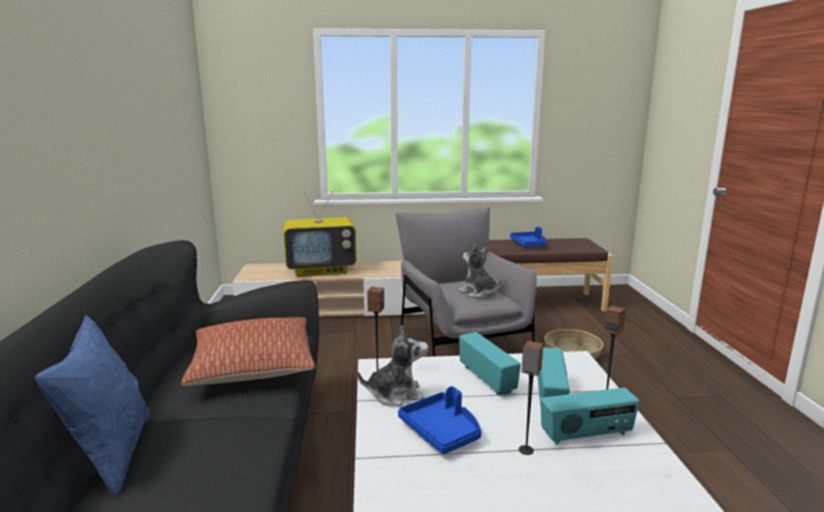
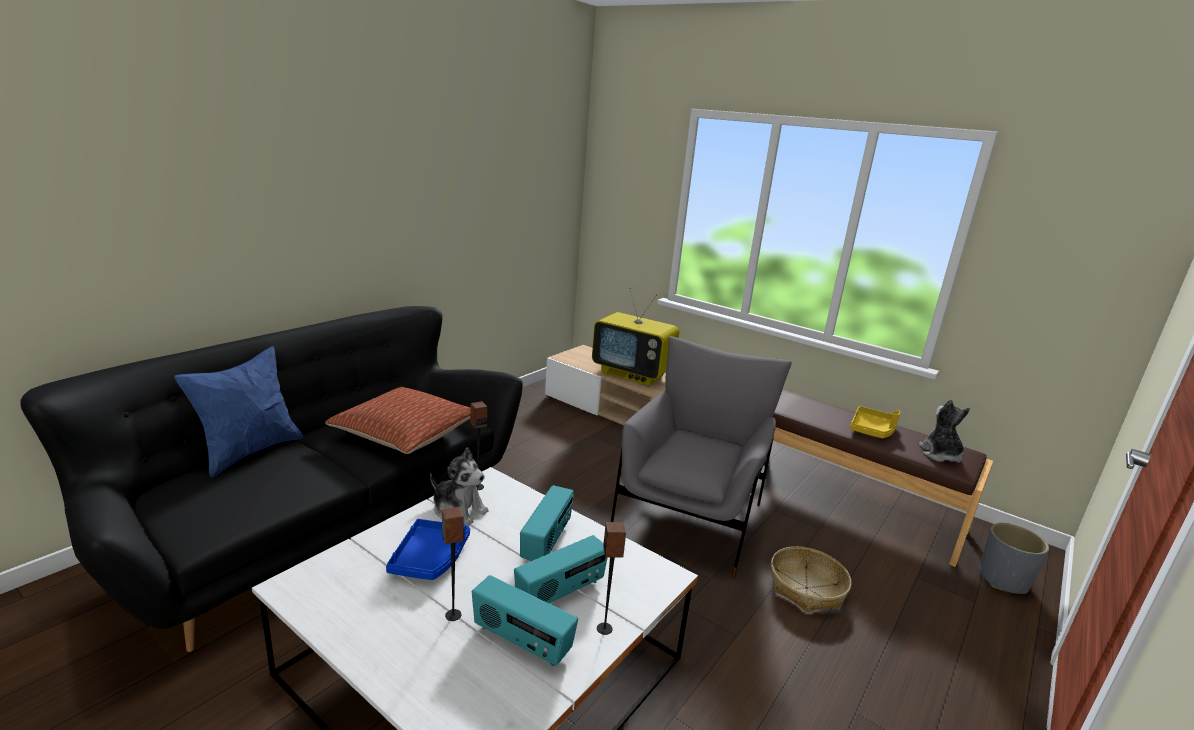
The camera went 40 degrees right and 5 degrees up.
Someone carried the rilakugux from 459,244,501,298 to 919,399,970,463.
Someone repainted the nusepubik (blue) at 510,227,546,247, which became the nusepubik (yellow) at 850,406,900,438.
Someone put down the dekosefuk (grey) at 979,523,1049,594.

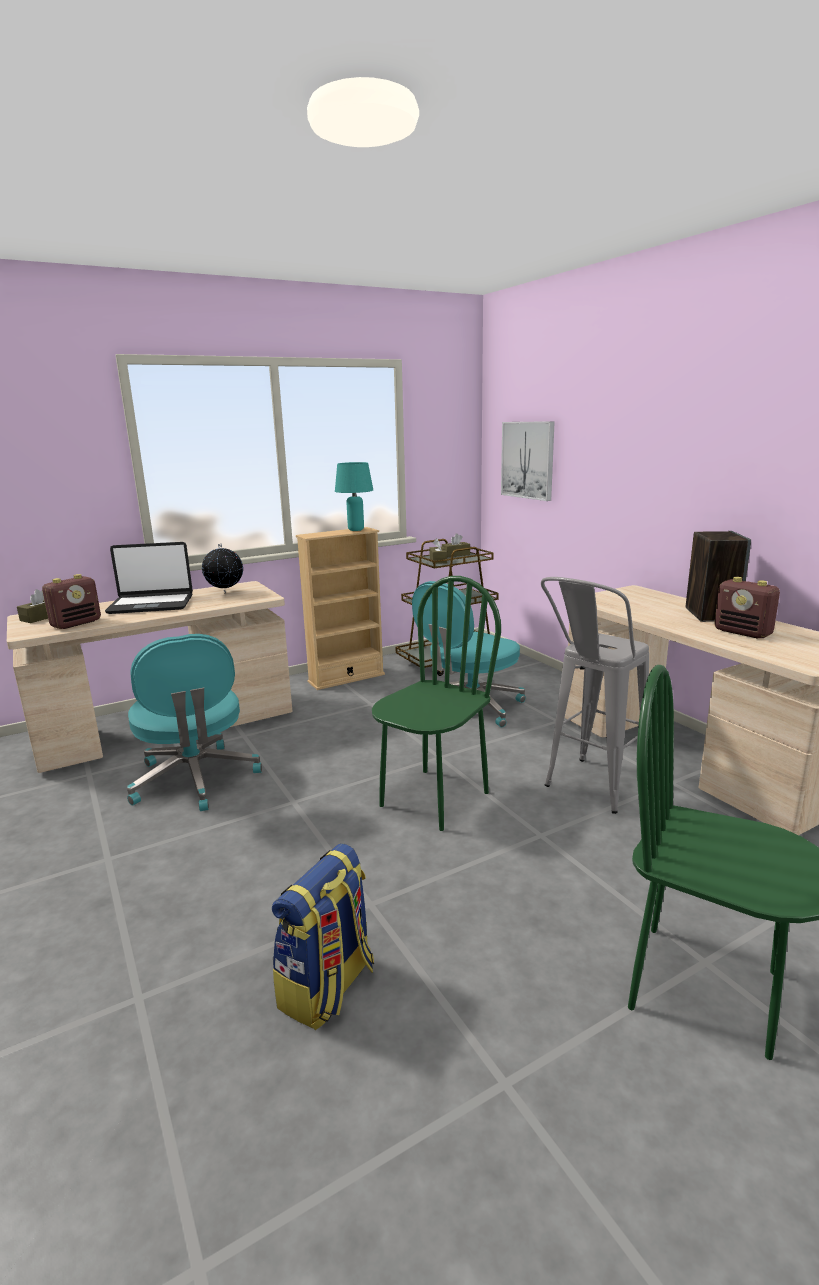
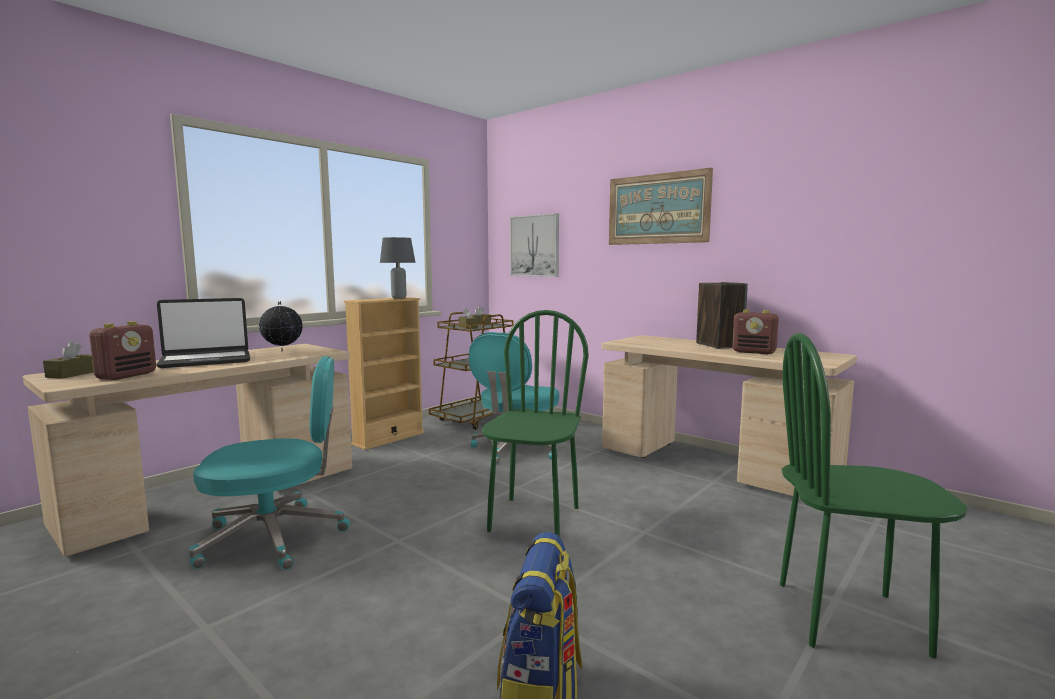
The camera went 20 degrees left and 10 degrees down.
Someone rotated the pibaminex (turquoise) at 127,634,262,811 by 60 degrees counterclockwise.
Someone repainted the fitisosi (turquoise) at 335,462,373,531, which became the fitisosi (grey) at 380,237,416,298.
Someone took away the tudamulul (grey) at 541,577,649,814.
Someone put up the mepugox at 609,168,713,245.

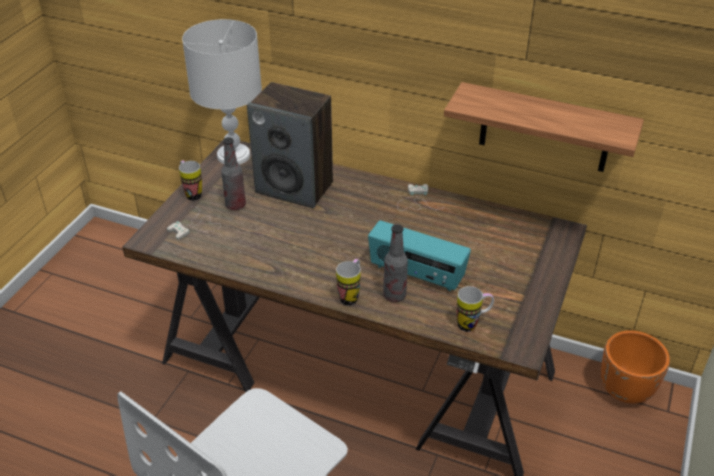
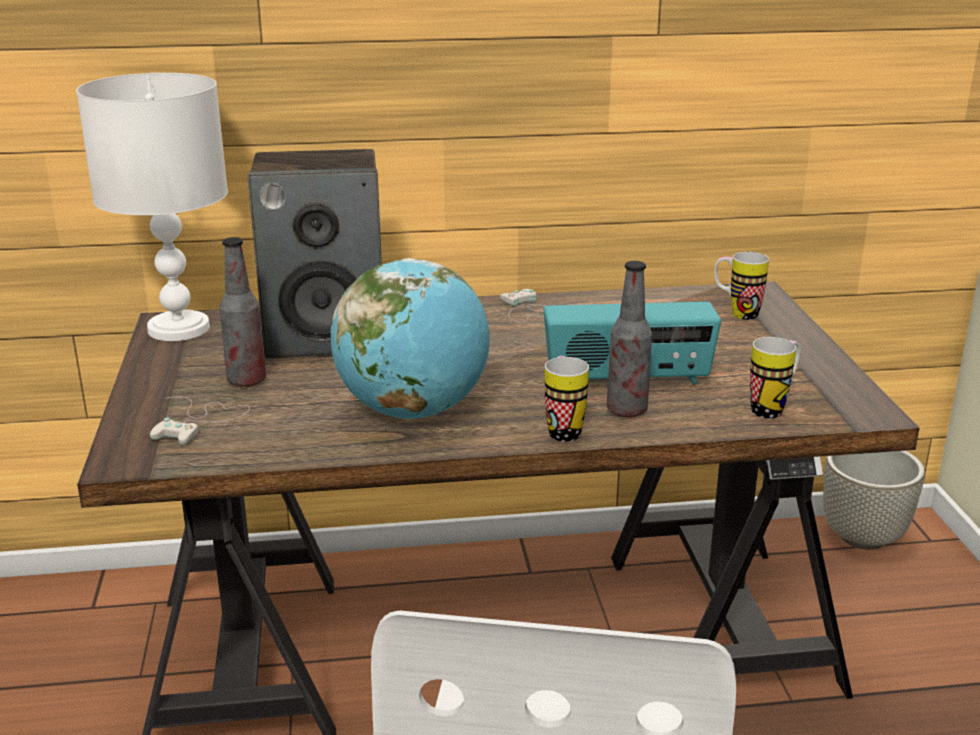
The camera went 30 degrees left and 15 degrees down.
Someone carried the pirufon from 179,160,202,201 to 714,252,769,320.
Someone took away the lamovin at 444,82,644,172.
Someone repainted the dekosefuk (orange) at 601,330,670,404, which became the dekosefuk (grey) at 823,451,925,550.
Someone put down the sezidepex at 330,258,490,419.

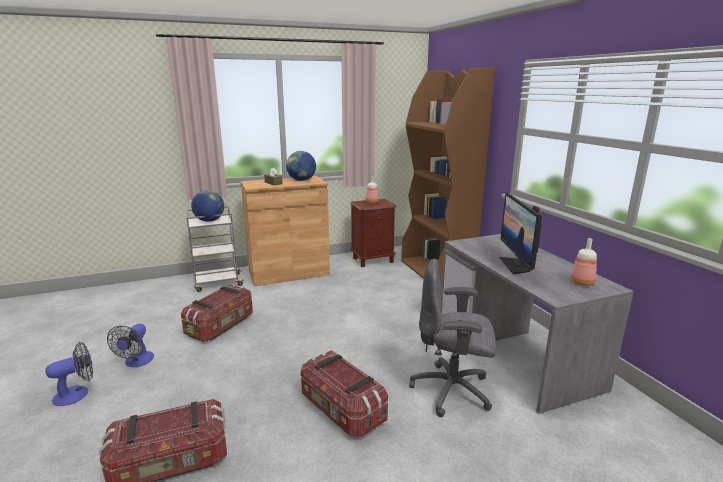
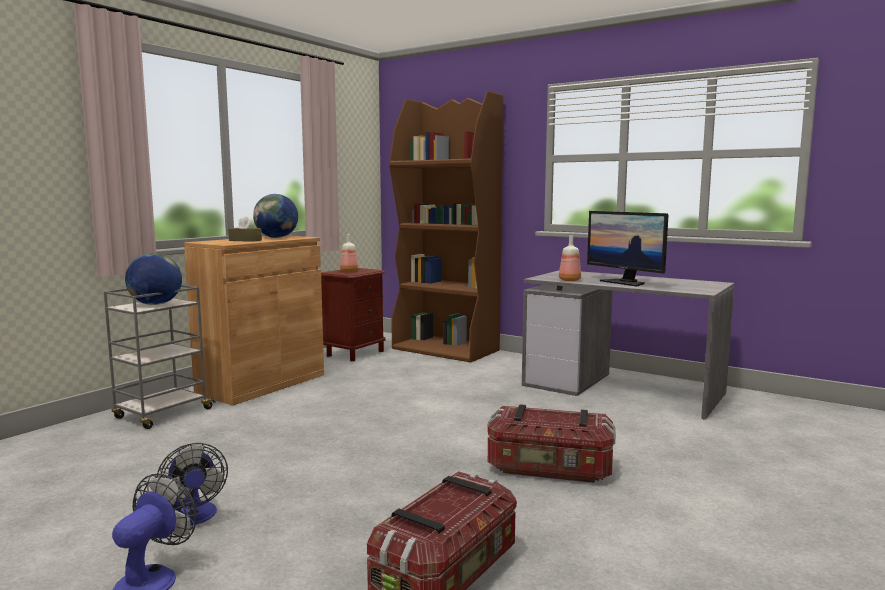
The camera went 35 degrees left and 10 degrees down.
Someone took away the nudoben at 181,284,253,342.
Someone took away the pibaminex (grey) at 409,259,496,417.
Someone carried the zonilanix from 570,238,597,286 to 559,235,581,281.

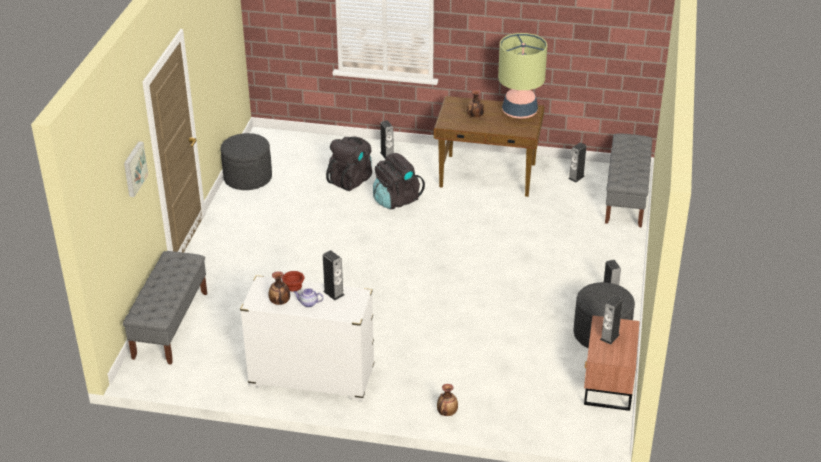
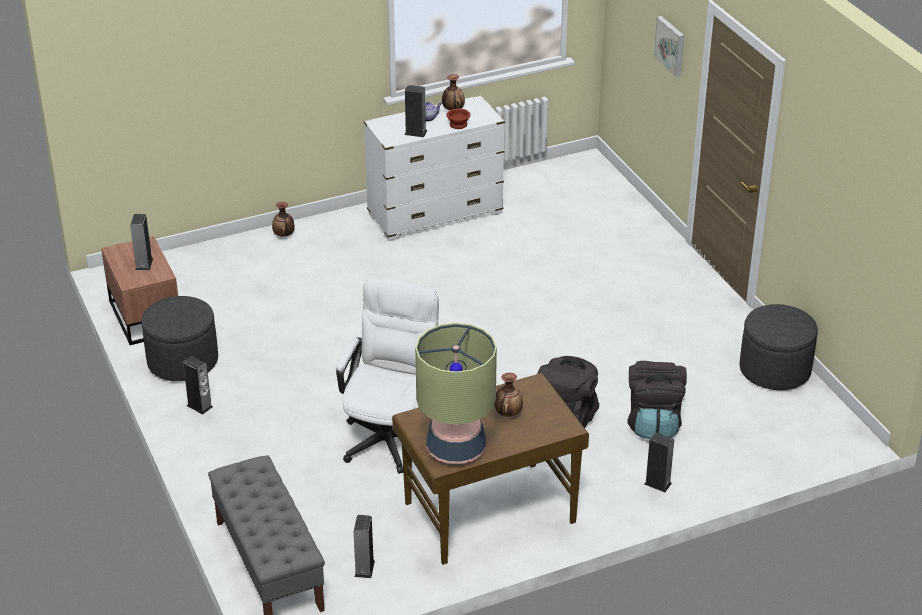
The camera went 145 degrees right and 0 degrees up.
Someone took away the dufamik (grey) at 123,251,207,365.
Someone put down the pibaminex (white) at 336,277,439,474.

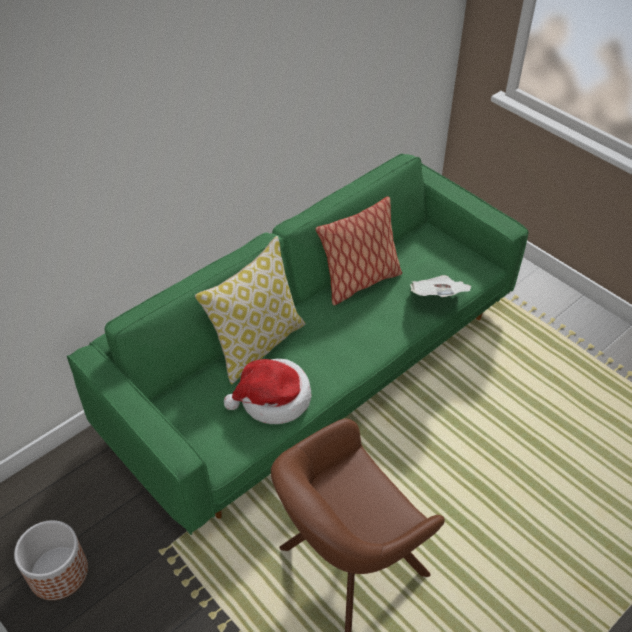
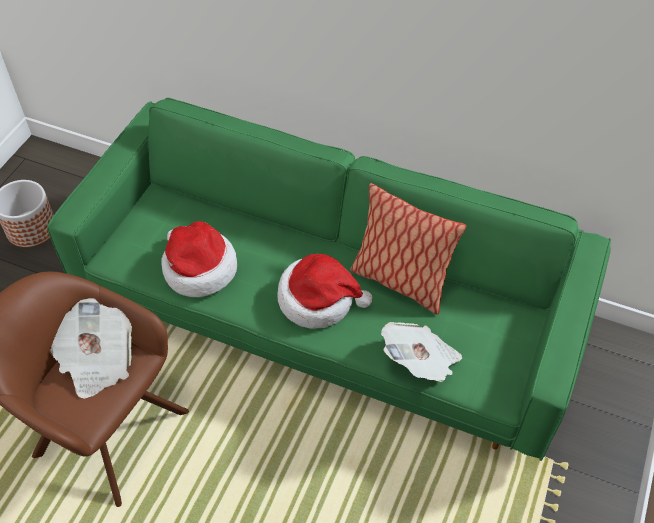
The camera went 65 degrees right and 5 degrees up.
Someone took away the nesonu at 195,236,306,384.
Someone put down the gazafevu at 51,298,132,399.
Someone put down the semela at 277,254,372,329.

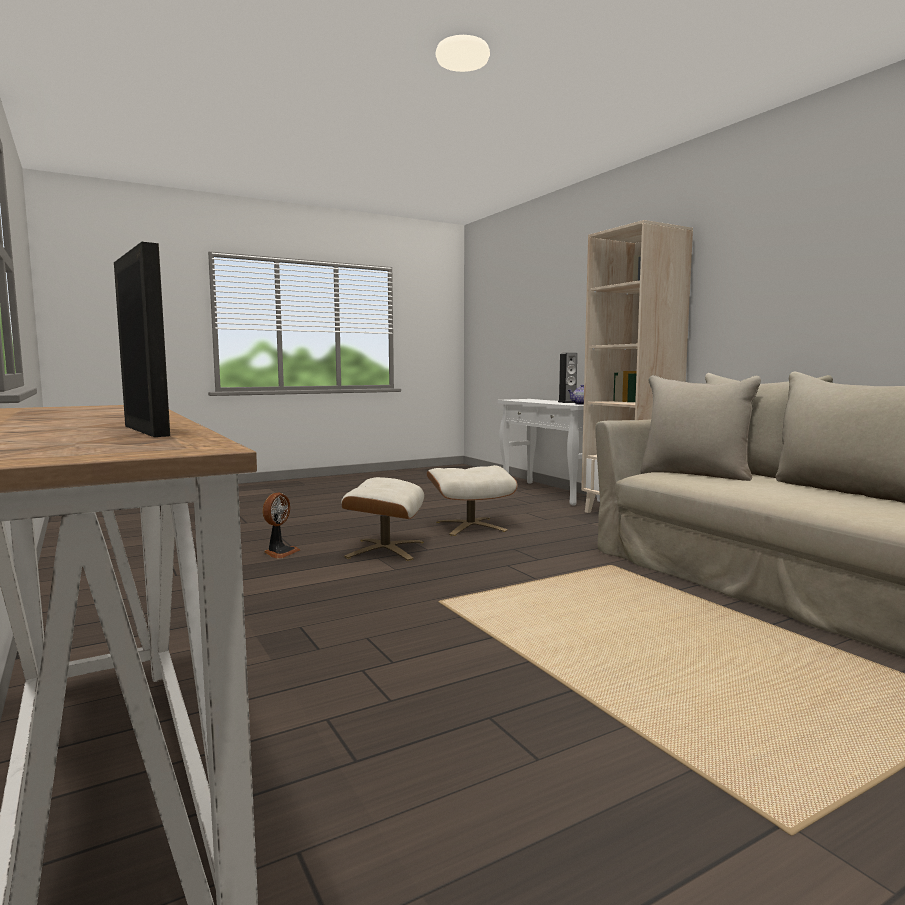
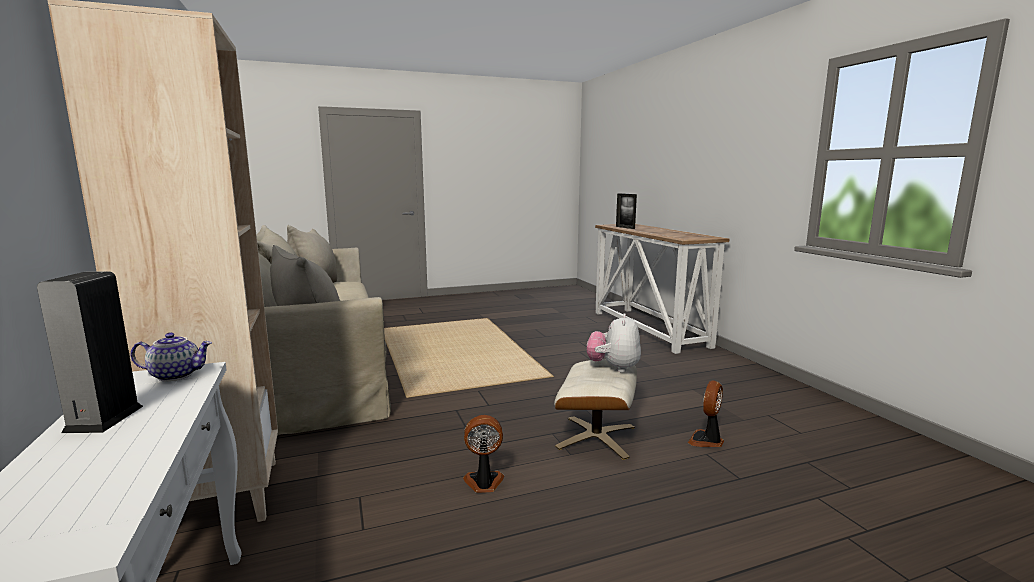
The camera went 170 degrees left and 5 degrees up.
Someone swapped the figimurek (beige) at 427,465,518,536 for the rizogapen at 463,415,504,493.
Someone put down the rilakugux at 587,314,641,373.

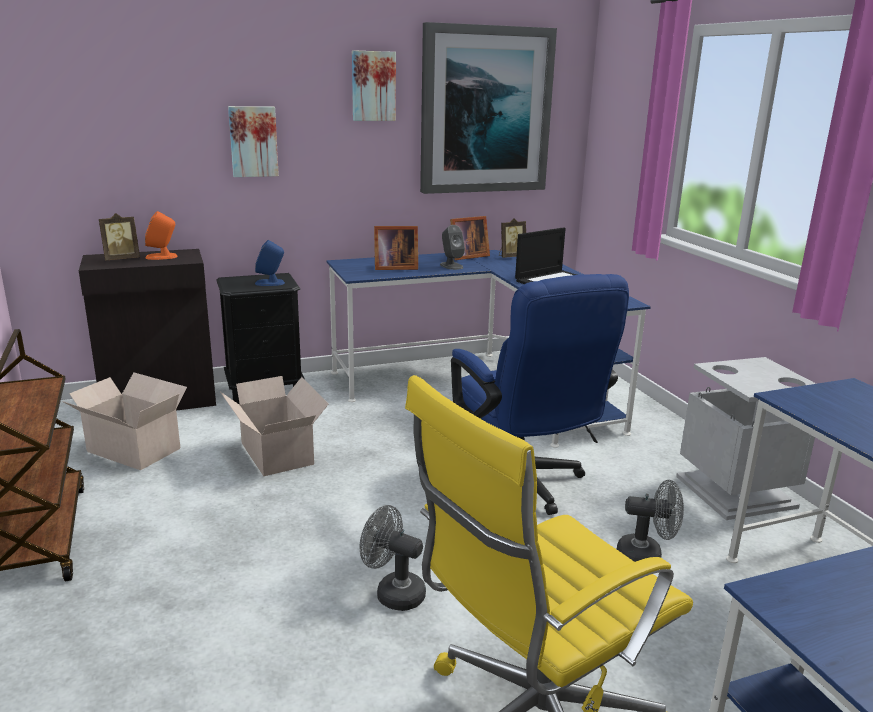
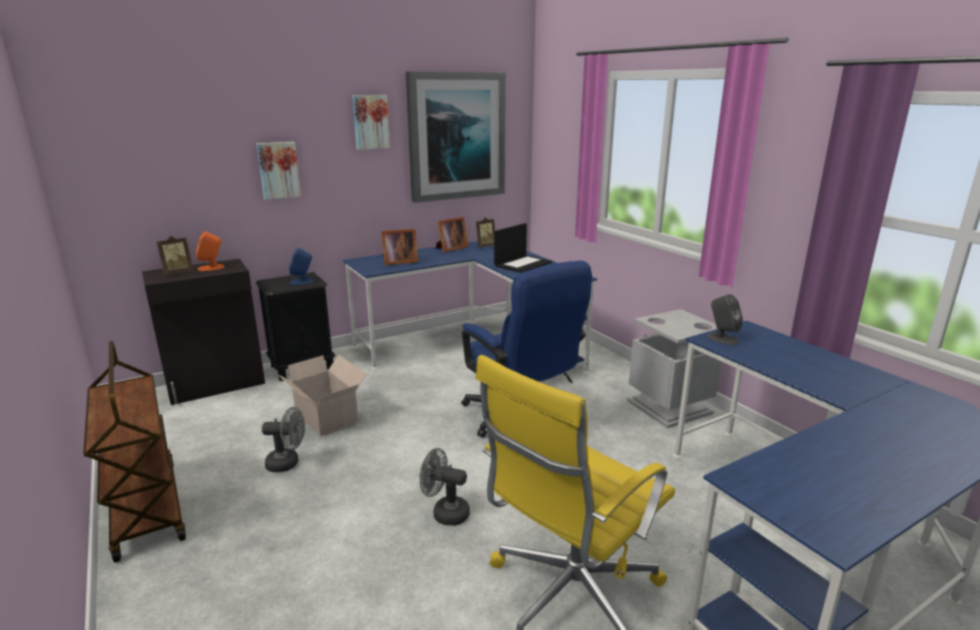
The camera went 10 degrees left and 0 degrees up.
Someone took away the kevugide at 62,372,187,470.
Someone carried the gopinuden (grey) from 440,225,465,270 to 707,294,743,345.
Someone carried the rizogapen (grey) from 617,480,684,562 to 262,407,305,472.

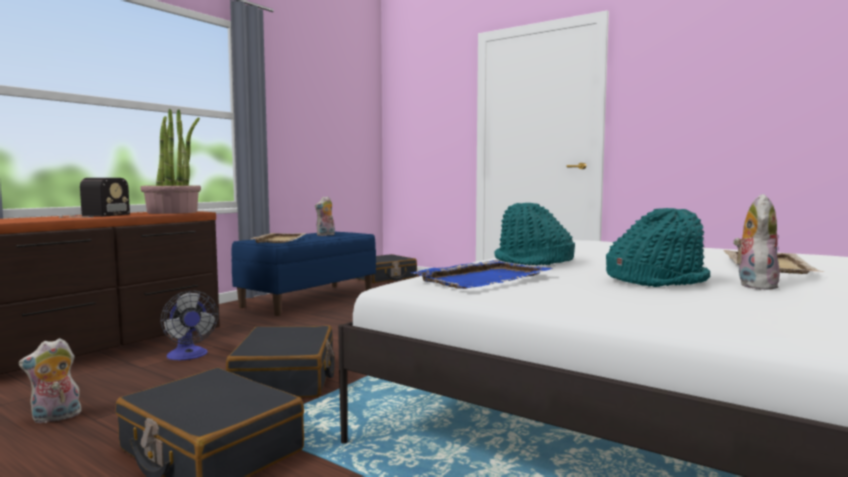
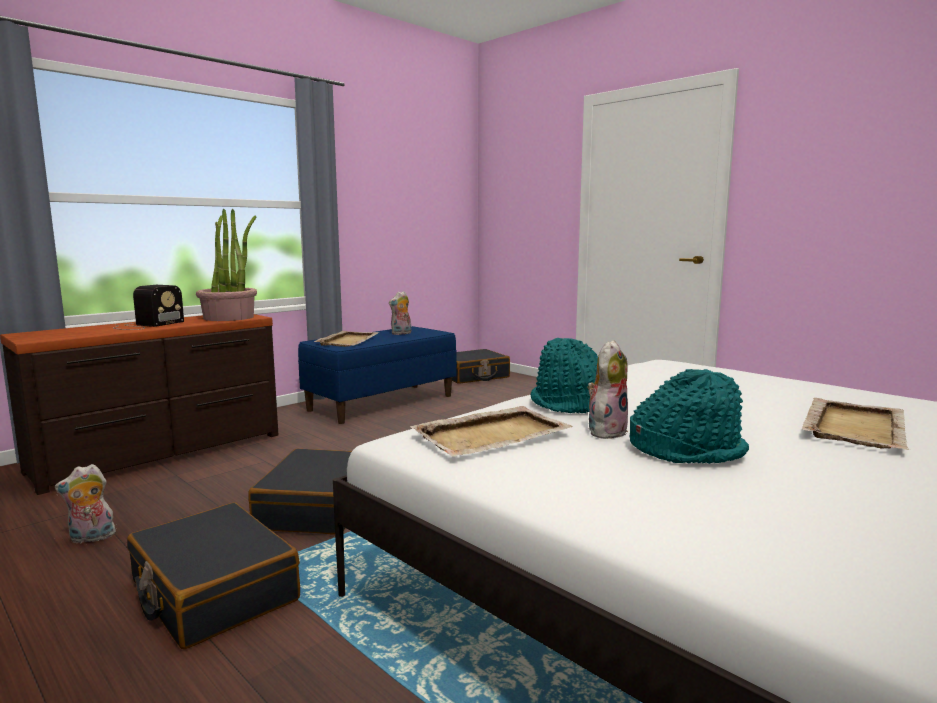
The camera went 10 degrees right and 5 degrees up.
Someone took away the rizogapen at 161,291,218,360.
Someone repainted the nusepubik (blue) at 411,260,552,289, which became the nusepubik (beige) at 410,406,573,457.
Someone carried the rilakugux from 733,194,780,290 to 587,340,628,439.

